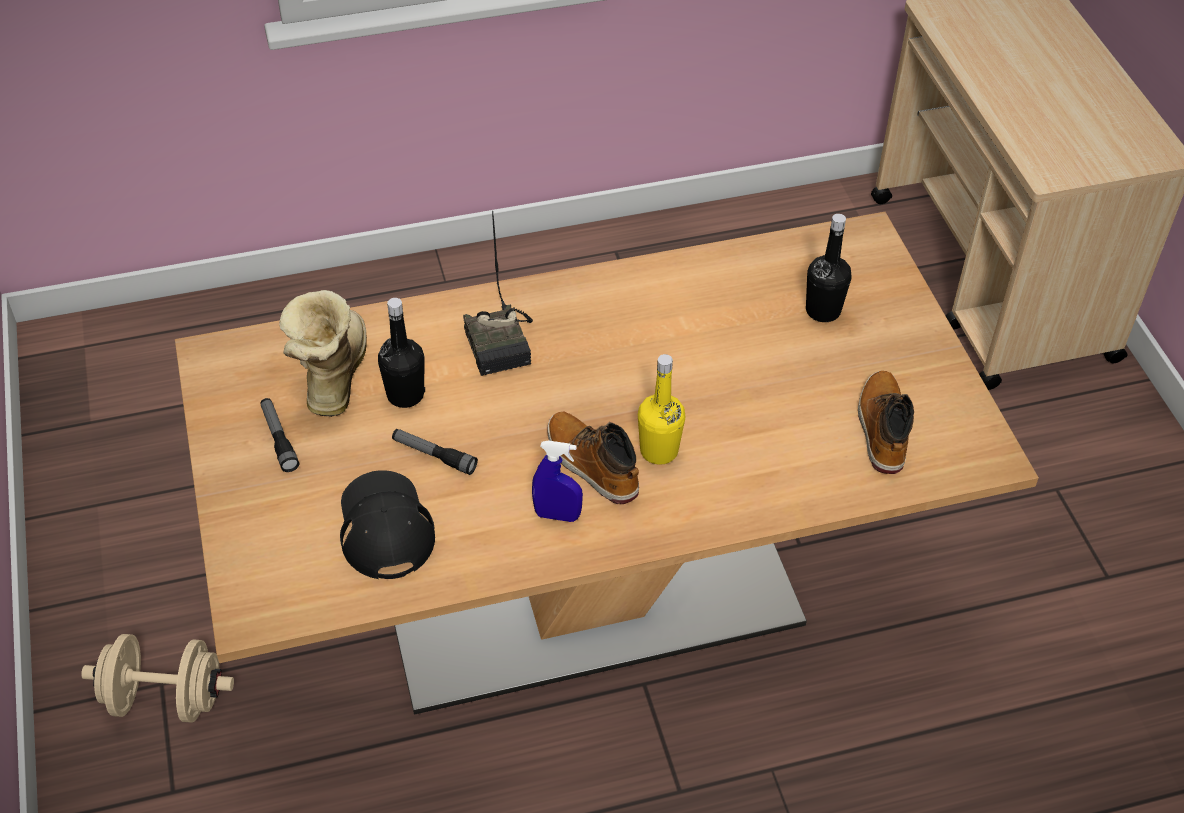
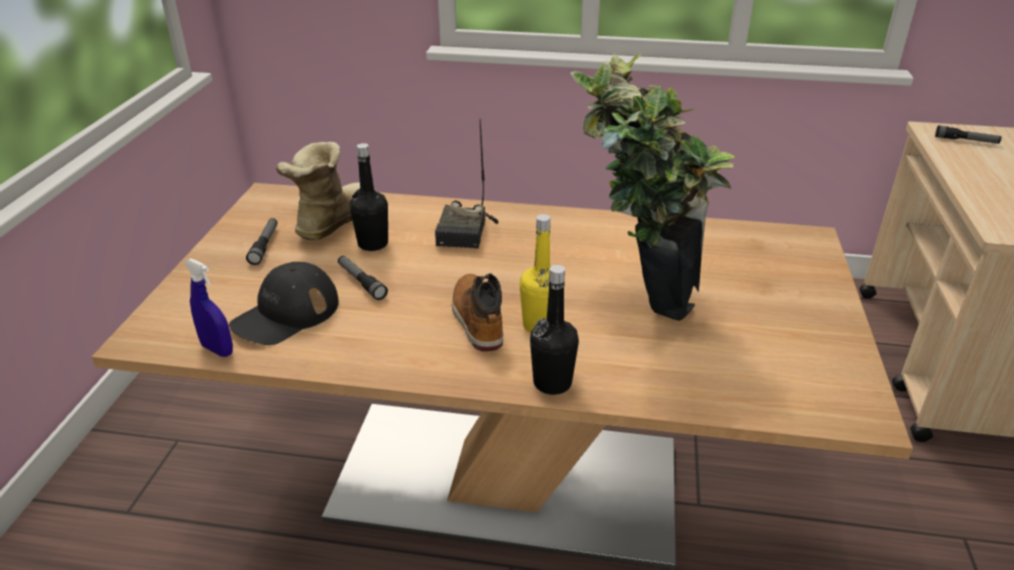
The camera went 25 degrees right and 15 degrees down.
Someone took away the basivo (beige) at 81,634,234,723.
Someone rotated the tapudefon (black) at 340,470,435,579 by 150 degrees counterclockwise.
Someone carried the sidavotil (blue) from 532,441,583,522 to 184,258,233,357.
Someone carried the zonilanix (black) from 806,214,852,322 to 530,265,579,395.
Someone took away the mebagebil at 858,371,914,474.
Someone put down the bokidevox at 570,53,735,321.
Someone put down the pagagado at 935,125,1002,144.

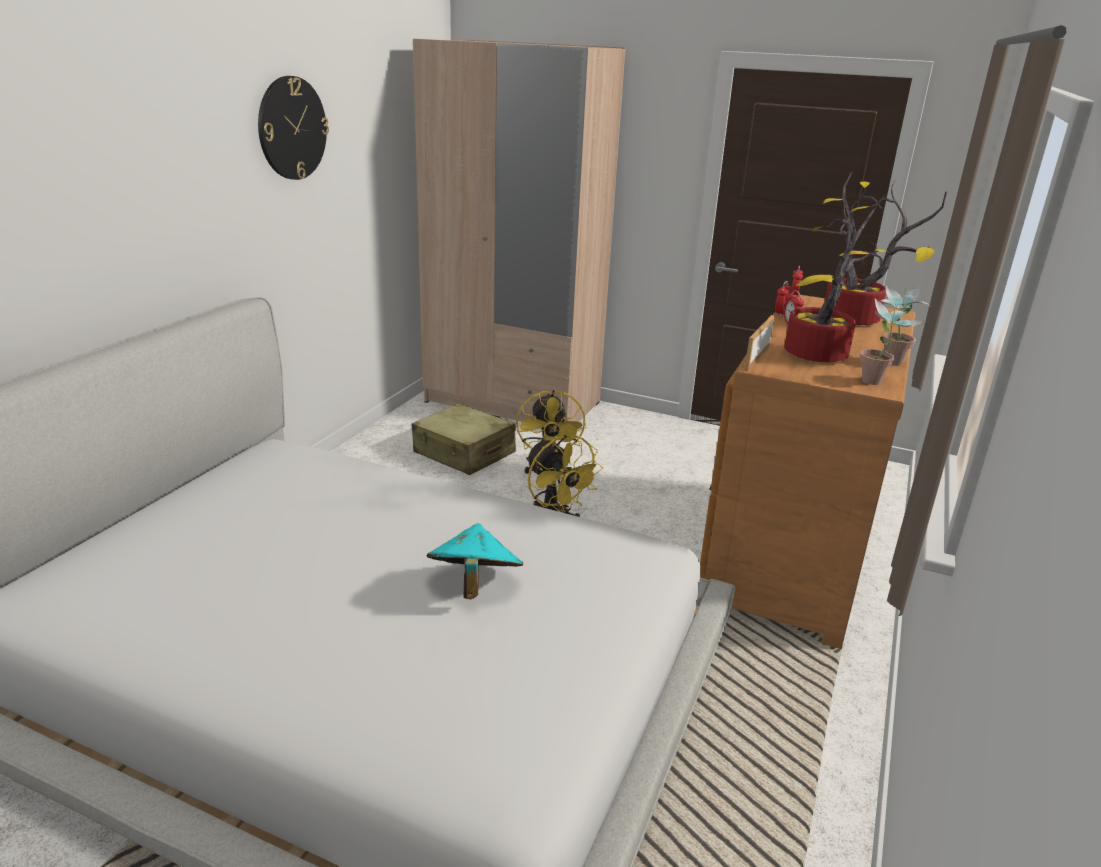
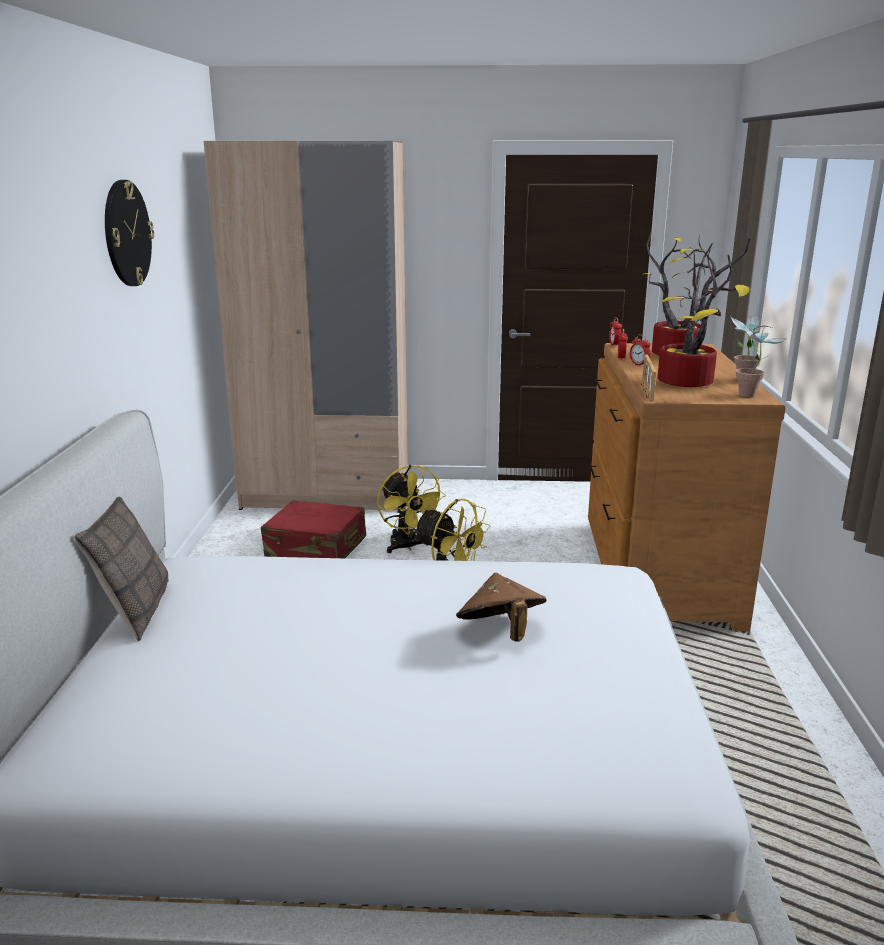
The camera went 20 degrees left and 5 degrees down.
Someone repainted the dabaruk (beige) at 412,403,516,475, which became the dabaruk (red) at 261,500,366,558.
Someone repainted the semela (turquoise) at 426,523,523,599, which became the semela (brown) at 456,573,547,642.
Someone put down the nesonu at 74,497,169,641.

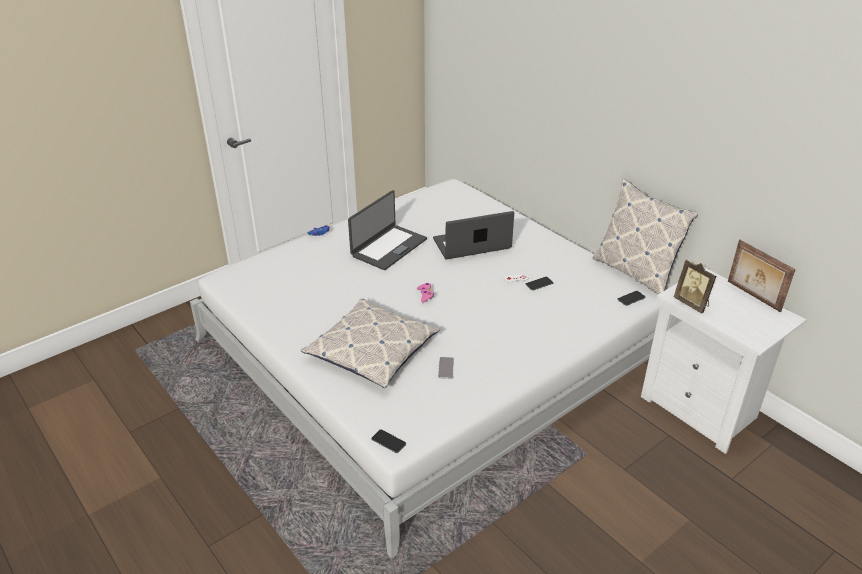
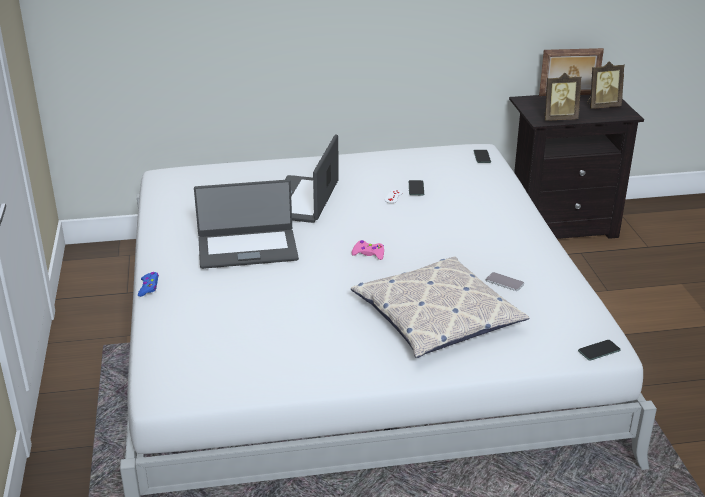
The camera went 60 degrees left and 5 degrees down.
Someone rotated the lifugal at 348,190,427,270 by 105 degrees clockwise.
Someone took away the nesonu at 592,179,698,294.
Someone repainted the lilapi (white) at 641,267,806,454, which became the lilapi (black) at 509,95,644,239.
Someone put down the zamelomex at 587,61,625,109.

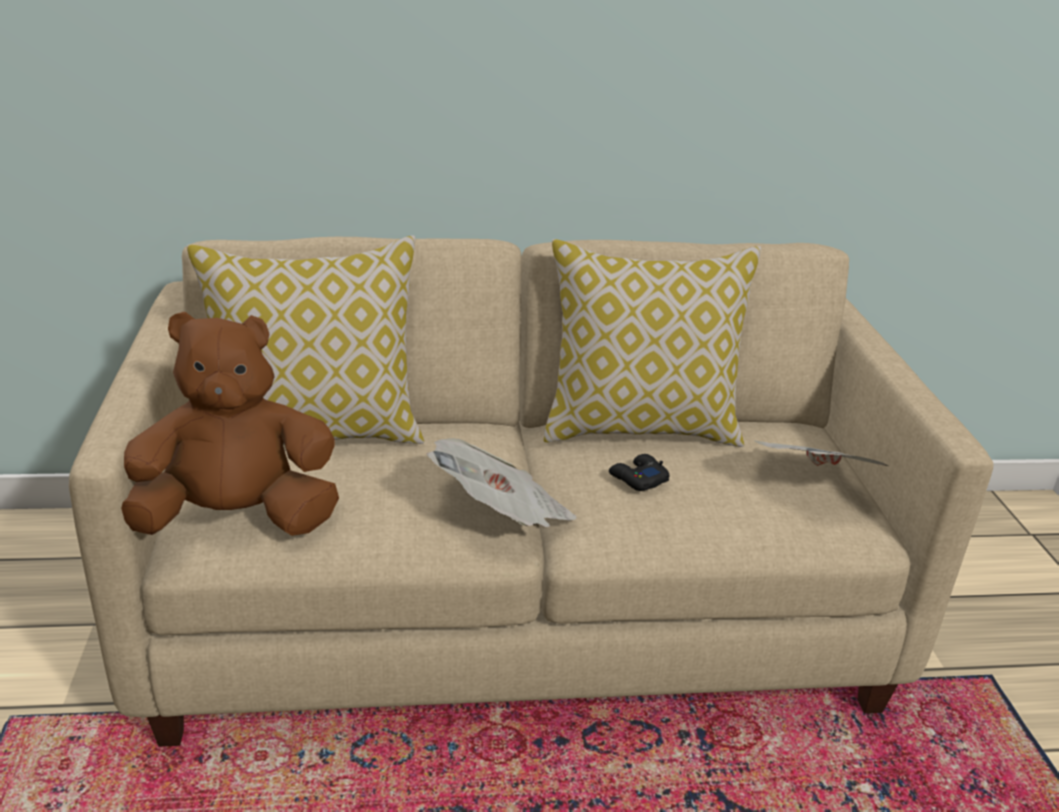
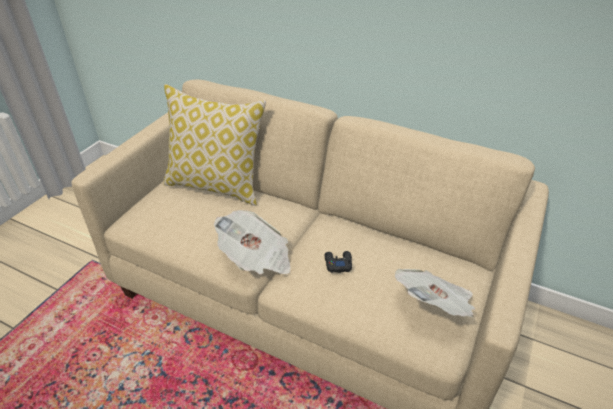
The camera went 35 degrees right and 10 degrees up.
Someone took away the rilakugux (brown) at 121,312,339,536.
Someone took away the nesonu at 544,239,761,447.

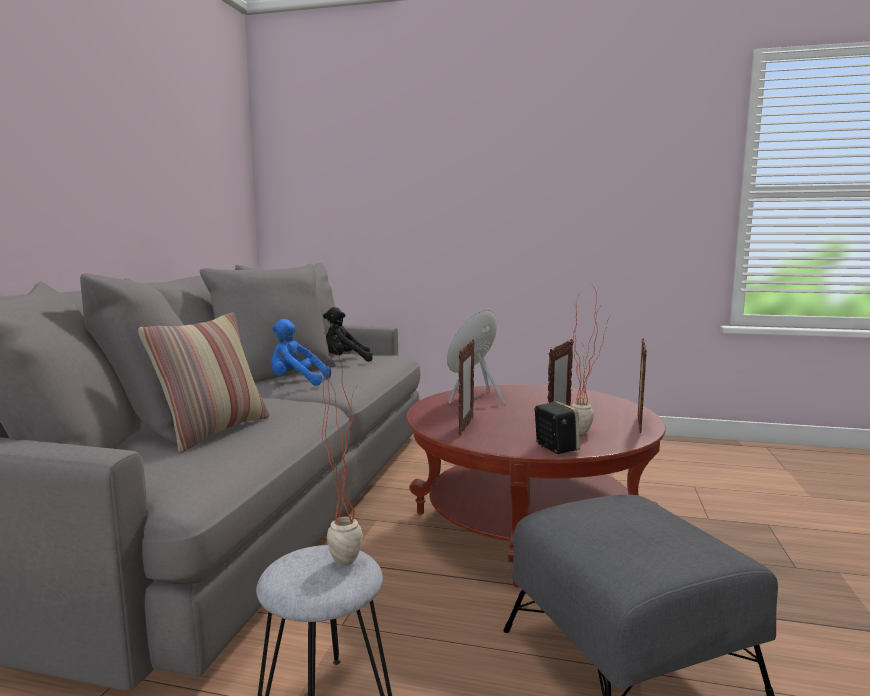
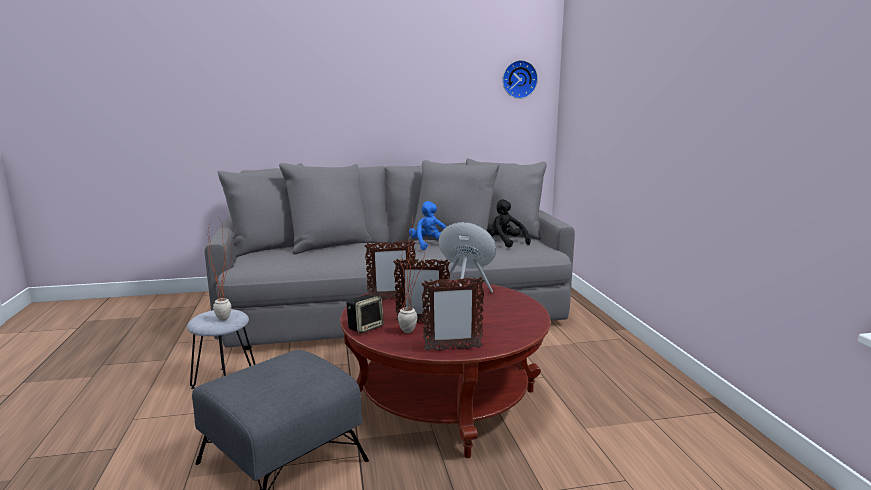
The camera went 65 degrees right and 5 degrees up.
Someone took away the nesonu at 138,312,269,453.
Someone put up the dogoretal at 502,60,538,99.

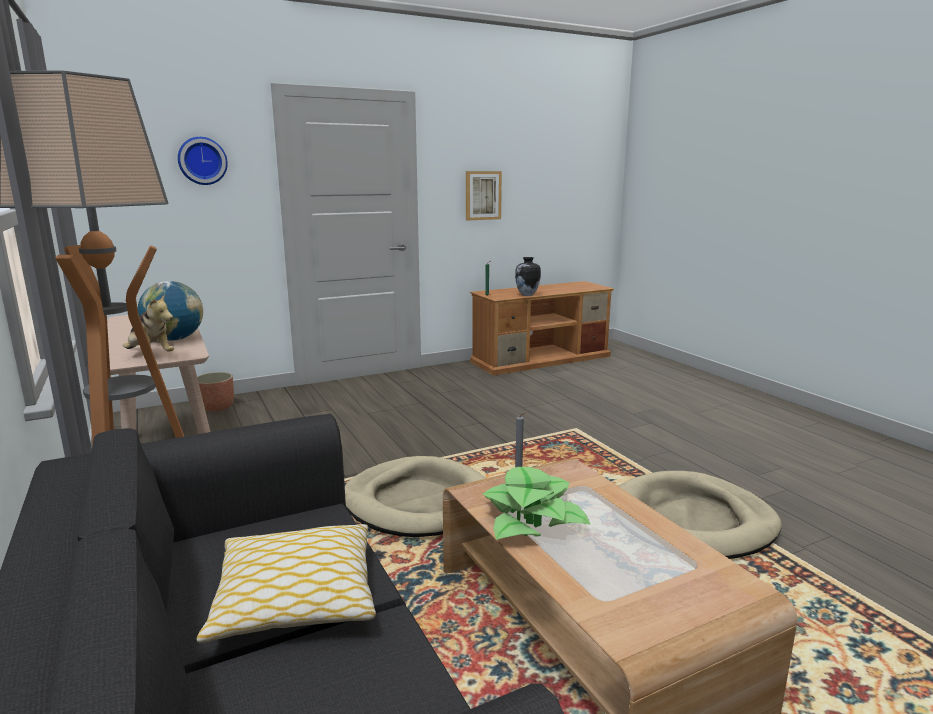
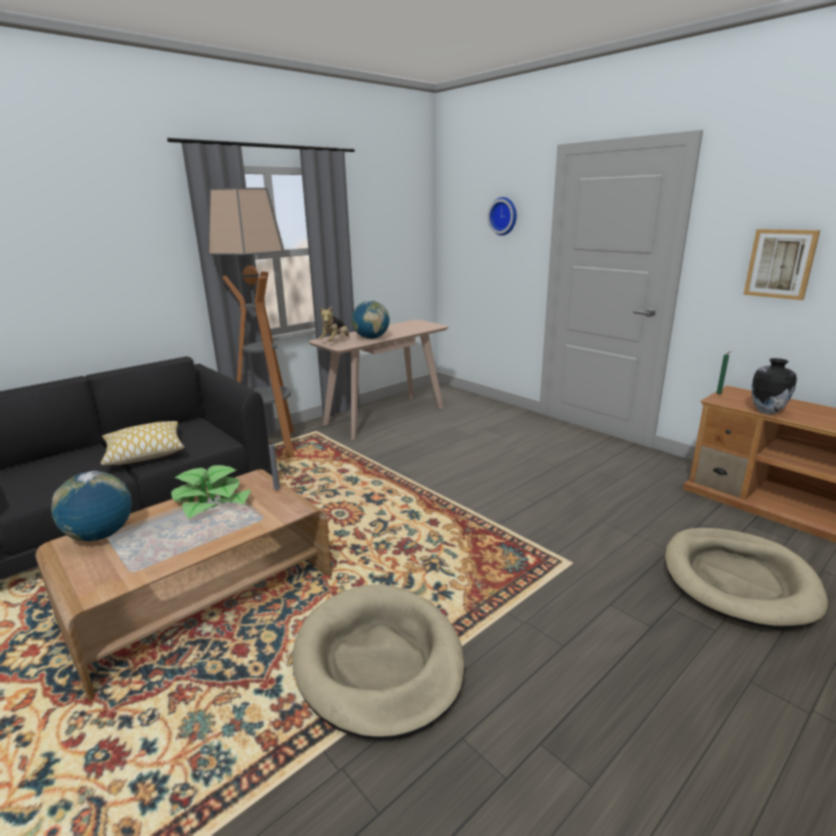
The camera went 75 degrees right and 5 degrees up.
Someone took away the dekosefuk at 197,372,234,412.
Someone carried the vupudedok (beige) from 345,456,486,537 to 665,528,828,630.
Someone put down the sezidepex at 51,471,132,541.

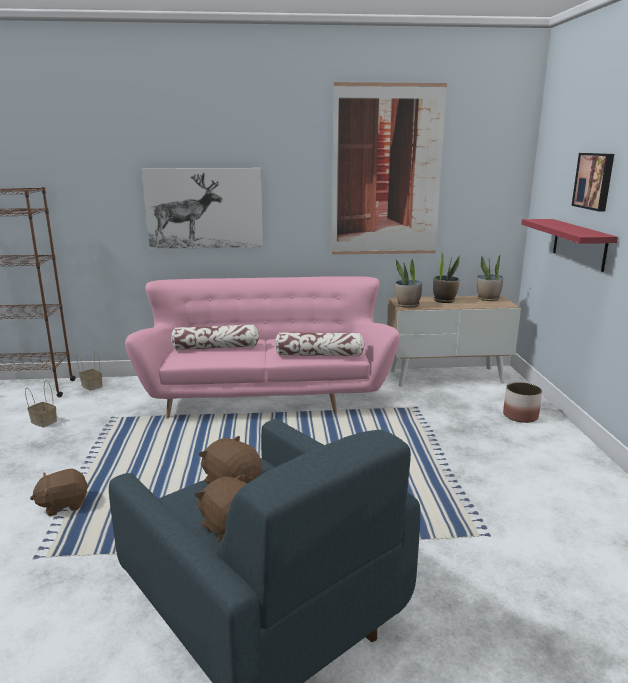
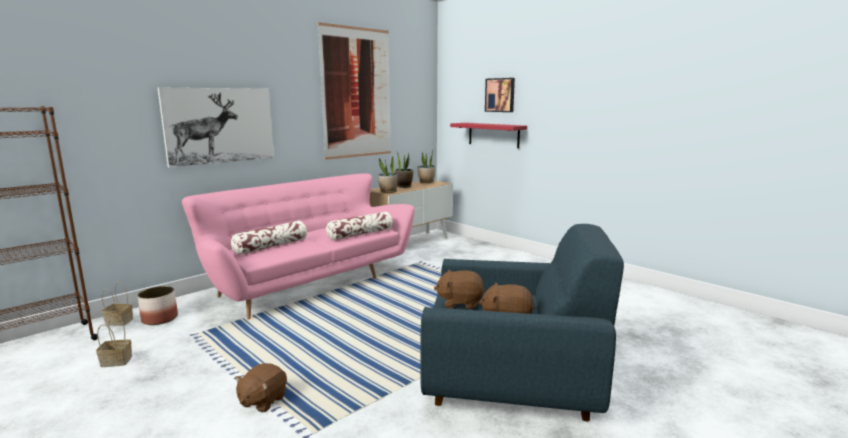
The camera went 40 degrees left and 5 degrees down.
Someone carried the dekosefuk from 503,382,542,423 to 137,286,178,325.

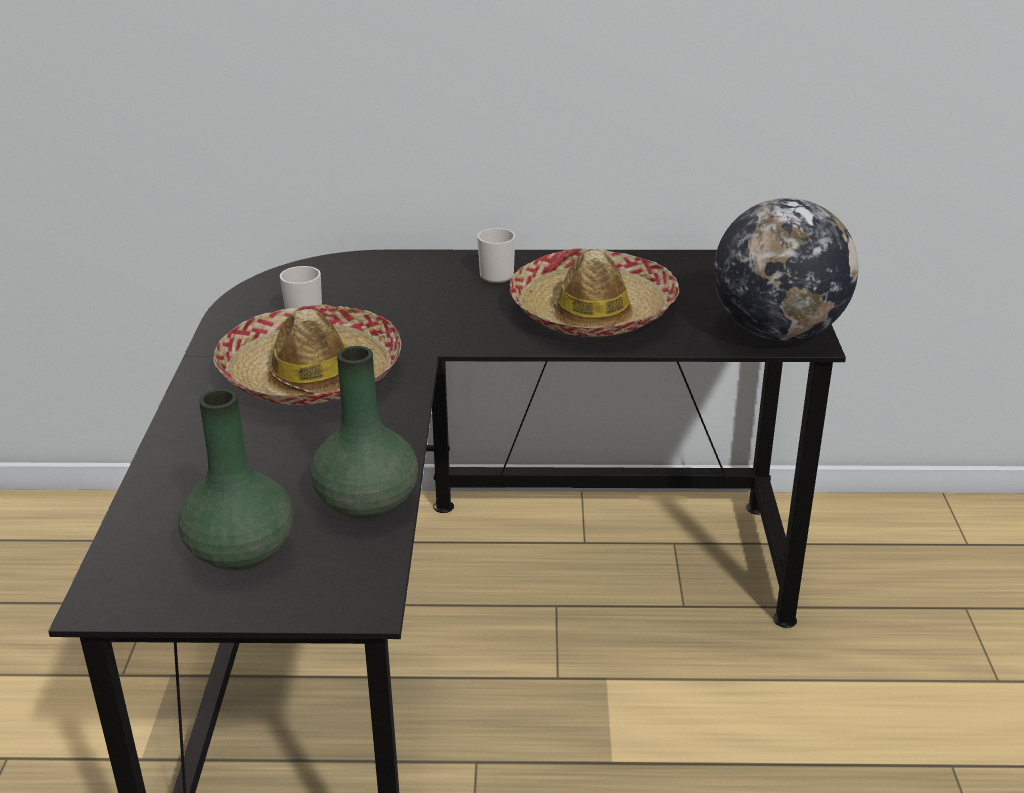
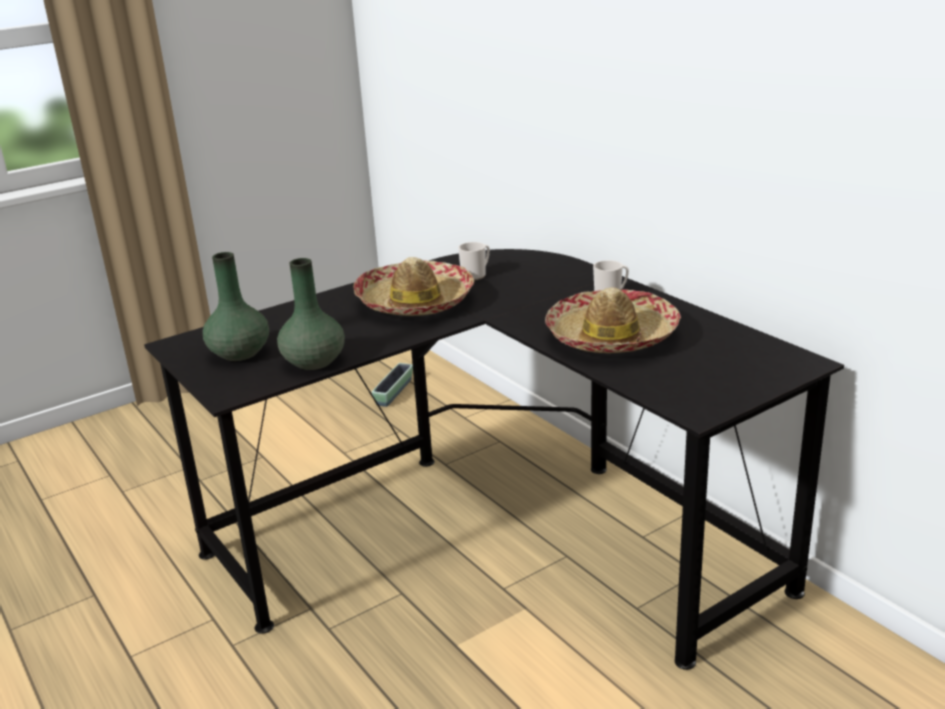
The camera went 55 degrees right and 5 degrees down.
Someone took away the sezidepex at 714,198,858,341.
Someone put down the dekosefuk at 372,363,413,407.

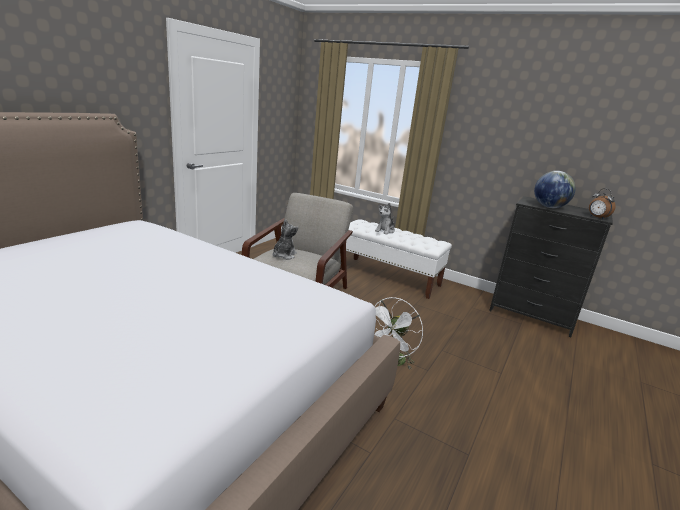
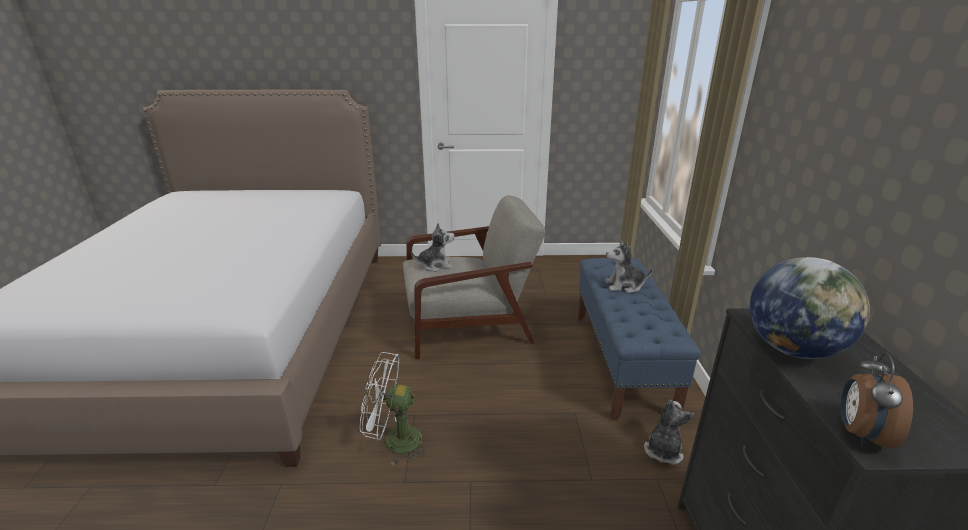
The camera went 60 degrees right and 5 degrees up.
Someone repainted the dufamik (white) at 340,219,452,299, which became the dufamik (blue) at 577,258,701,420.
Someone put down the rilakugux at 644,399,694,465.

